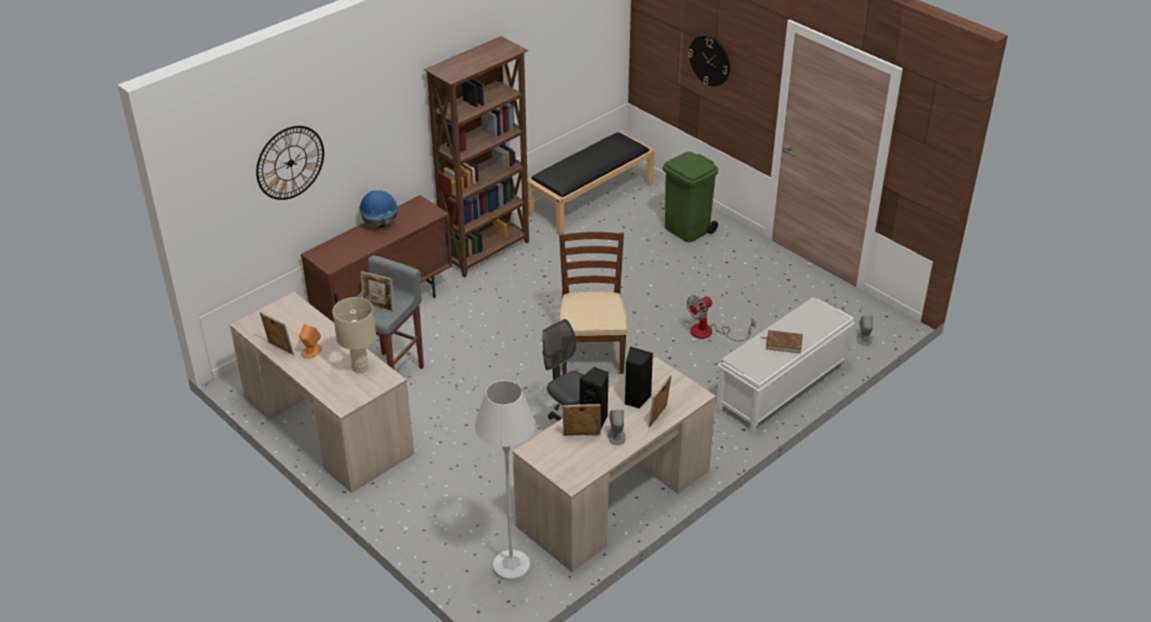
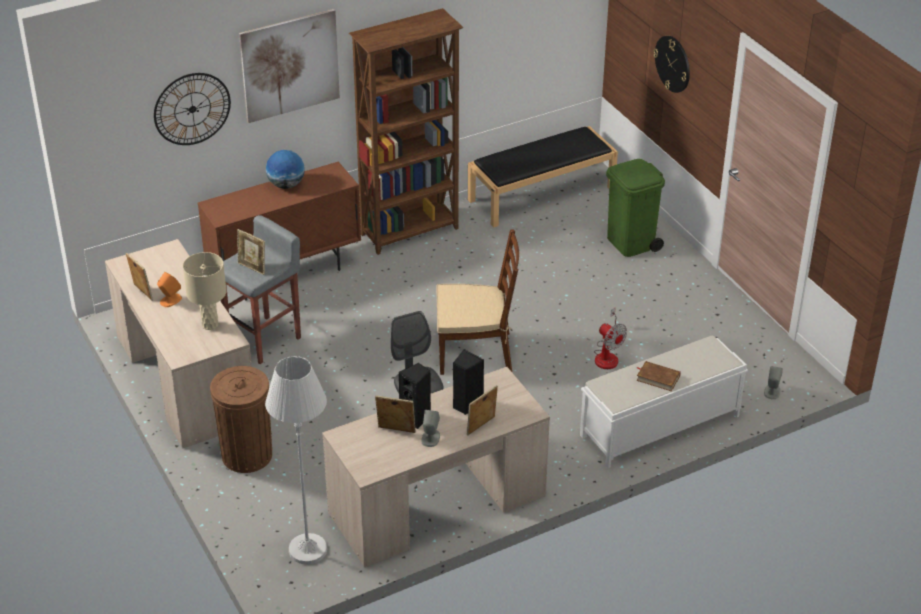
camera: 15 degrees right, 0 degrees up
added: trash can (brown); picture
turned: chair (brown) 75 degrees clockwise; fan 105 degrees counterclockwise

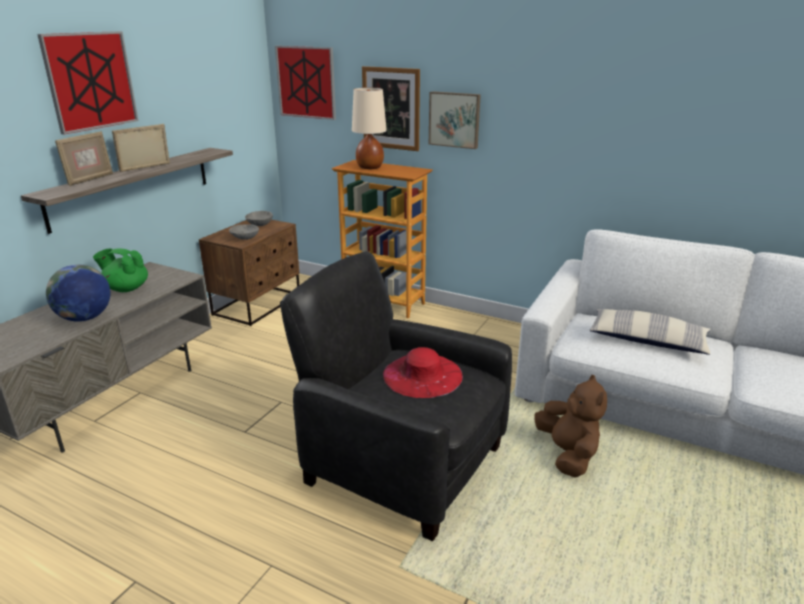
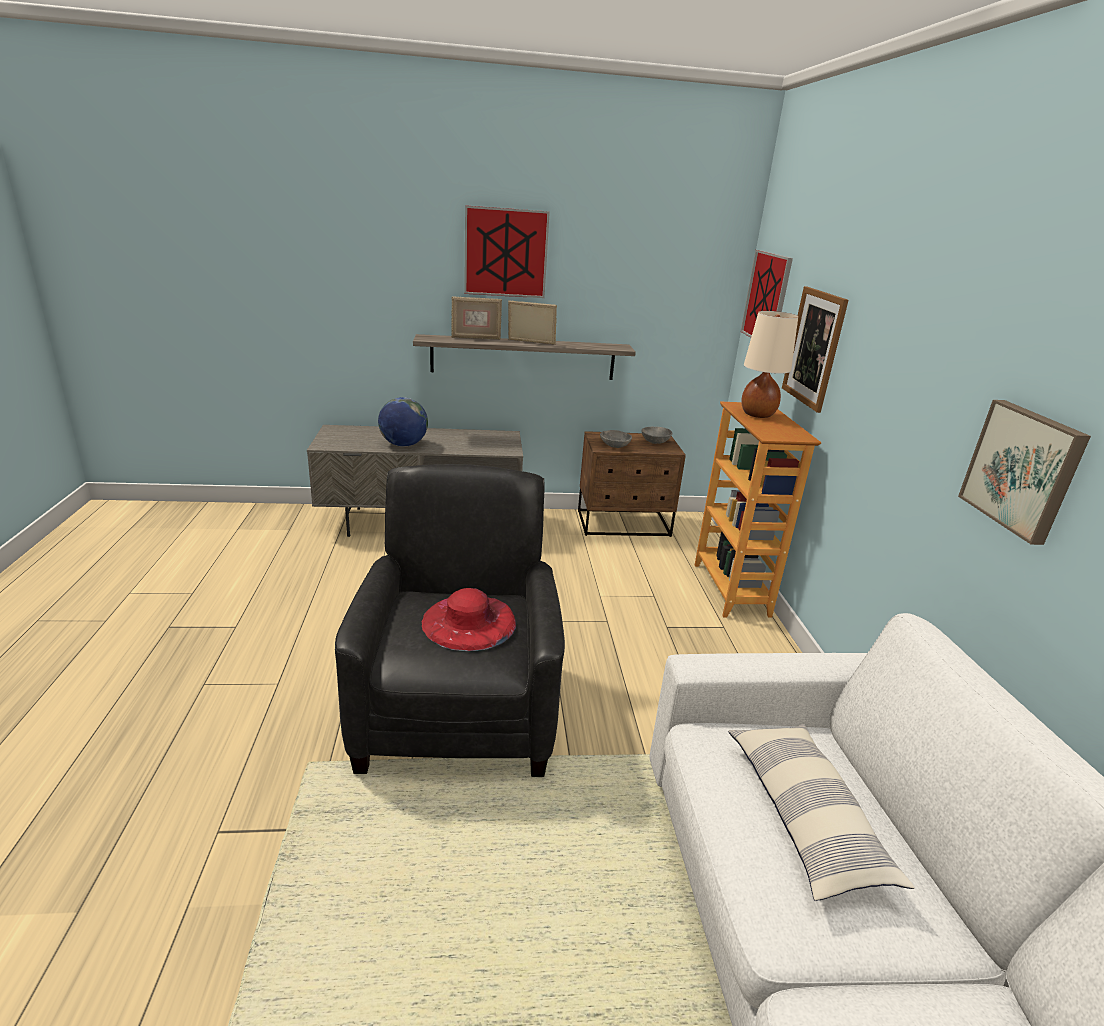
camera: 55 degrees right, 0 degrees up
removed: teapot (green); plush toy (brown)
moved: picture (4th from left)

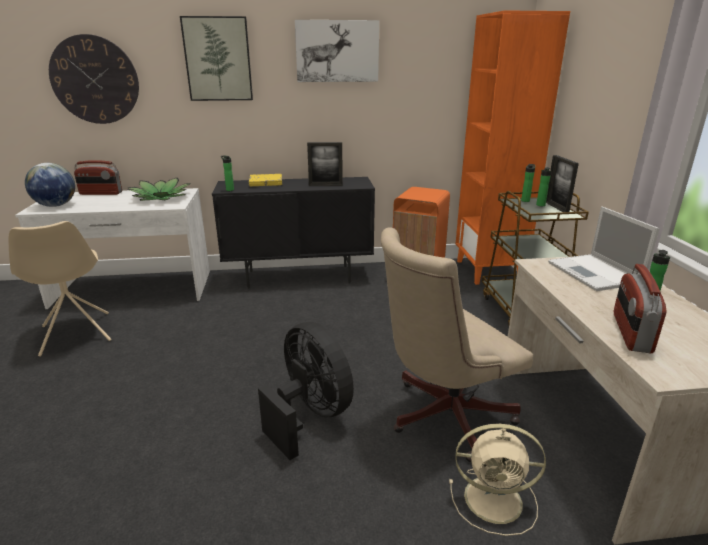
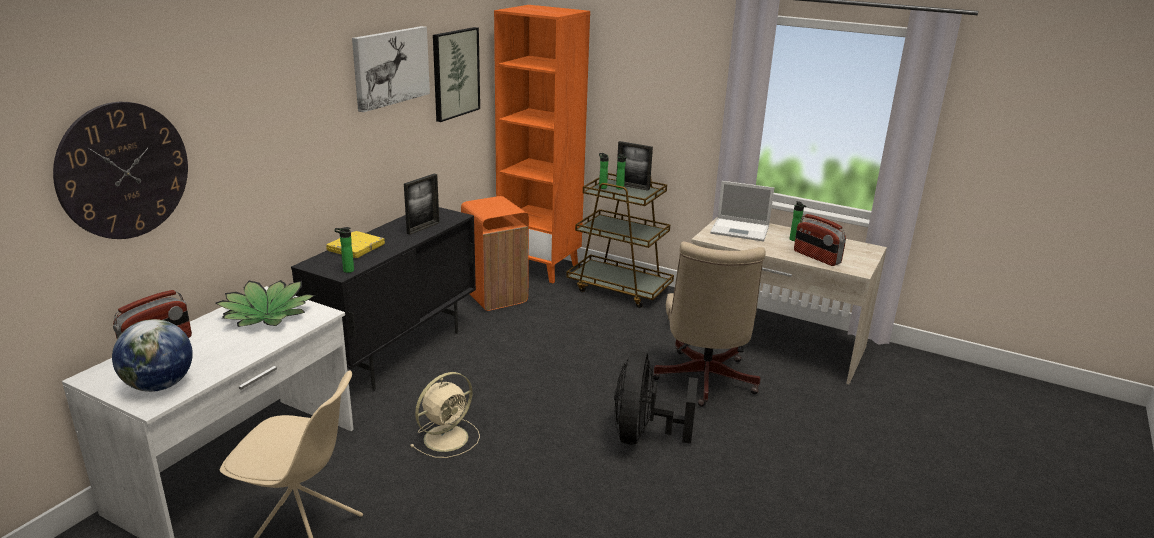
camera: 55 degrees left, 0 degrees up
moved: fan (beige); picture (1st from left in the first image) to picture (2nd from left)
turned: fan (black) 75 degrees counterclockwise

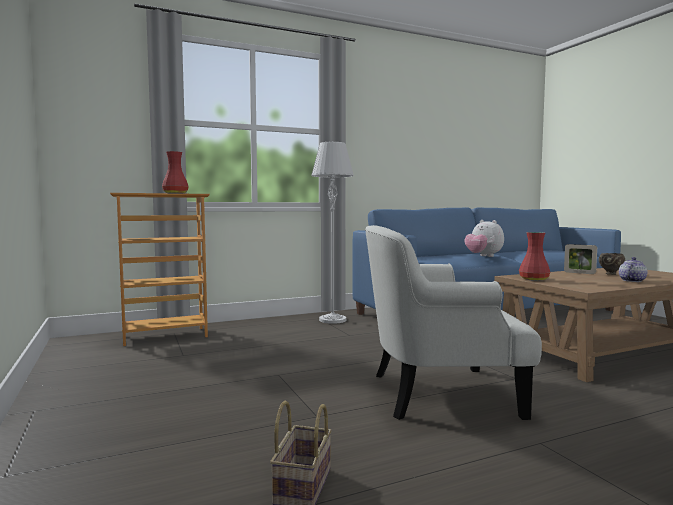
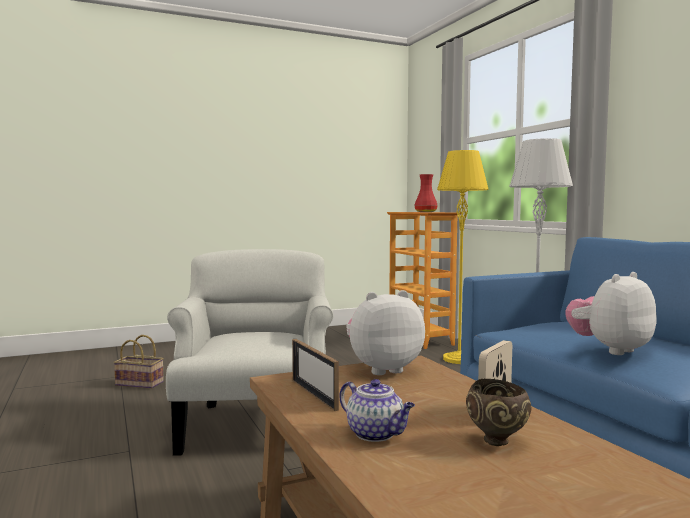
camera: 90 degrees right, 0 degrees up
added: picture frame (1st from left); floor lamp (yellow)
replaced: vase (red) (2nd from left) to plush toy (1st from left)

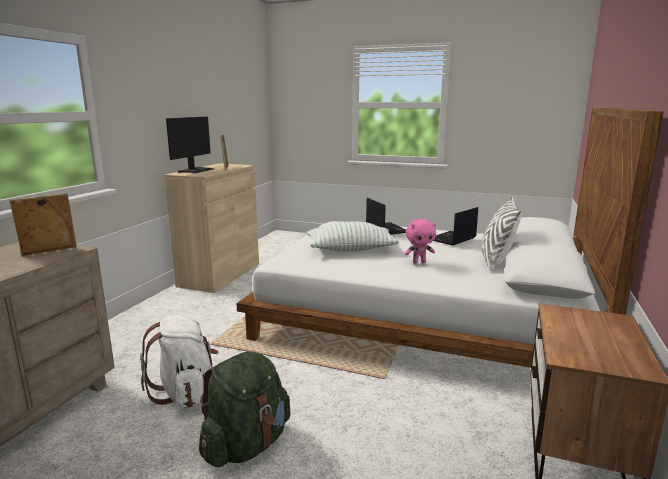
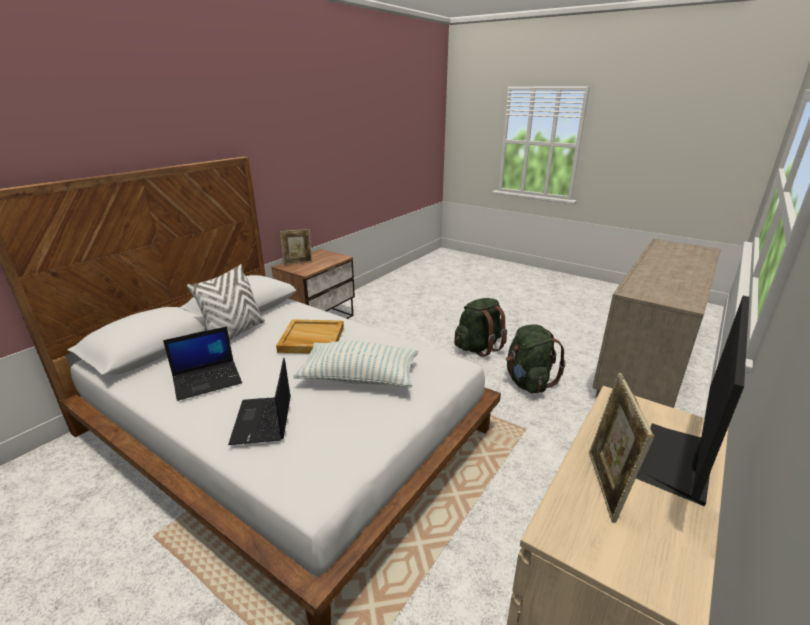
camera: 165 degrees left, 10 degrees up
moved: picture frame (1st from left)
replaced: plush toy (pink) to tray (beige)
recoloured: backpack (white) to backpack (green) (2nd from left)

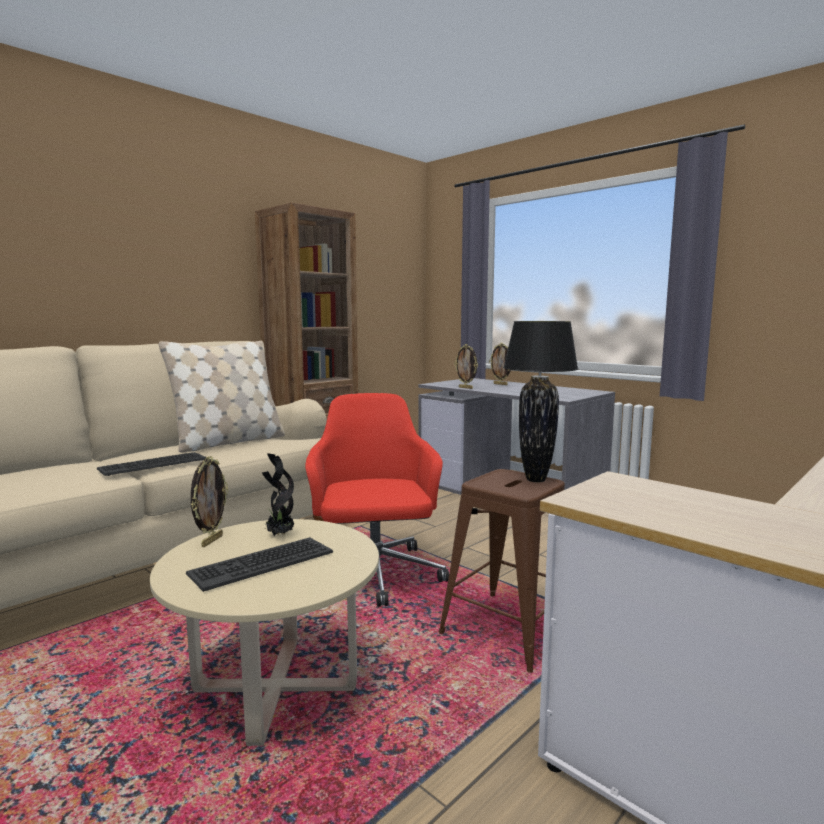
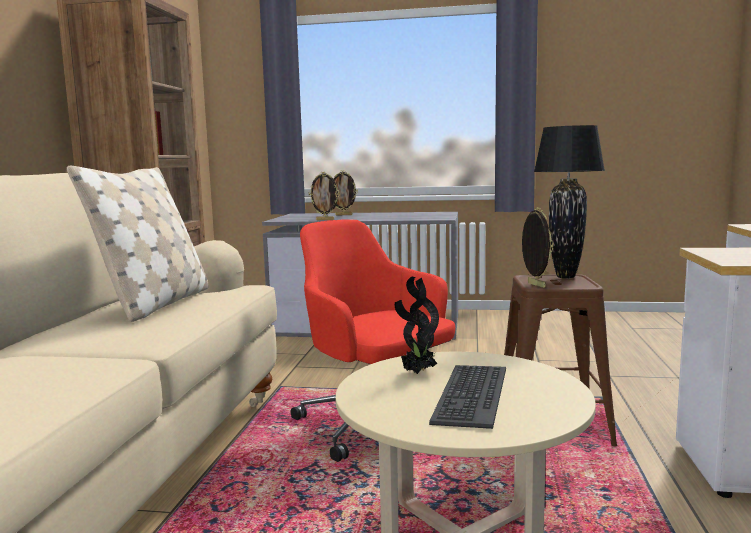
camera: 35 degrees left, 0 degrees up
removed: keyboard (1st from left)
moved: picture frame (1st from left in the first image) to picture frame (3rd from left)

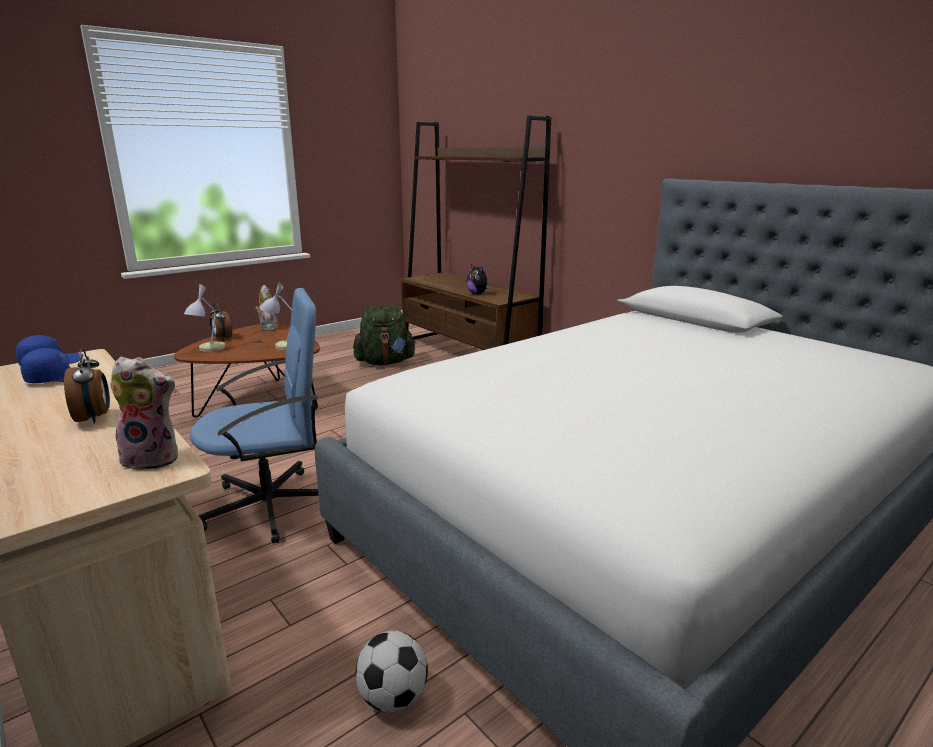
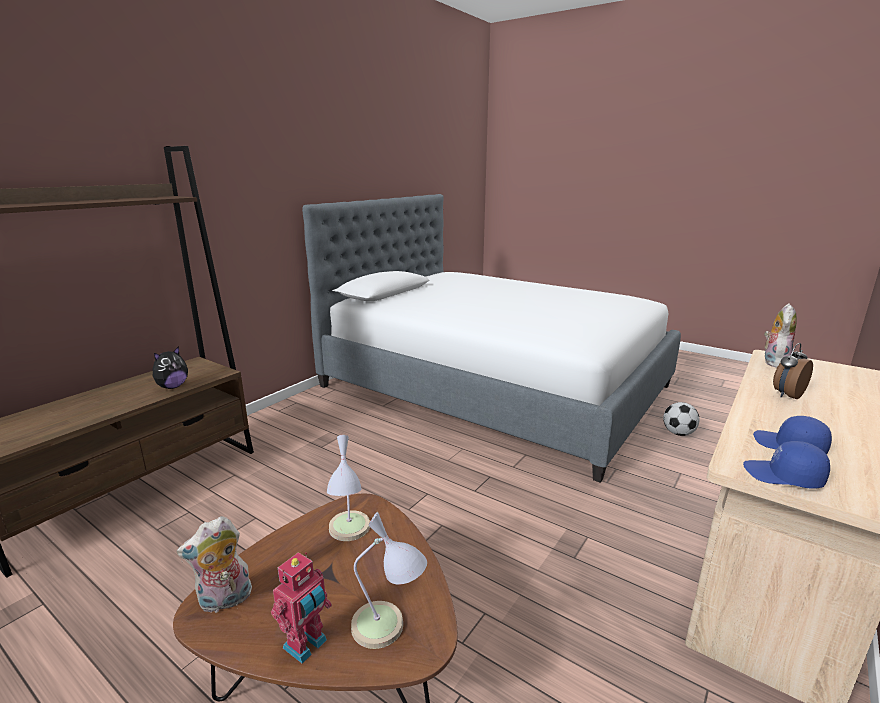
camera: 105 degrees left, 0 degrees up
removed: office chair (blue); backpack (green)
replaced: alarm clock (2nd from left) to toy robot
turned: plush toy (1st from left in the first image) 45 degrees clockwise

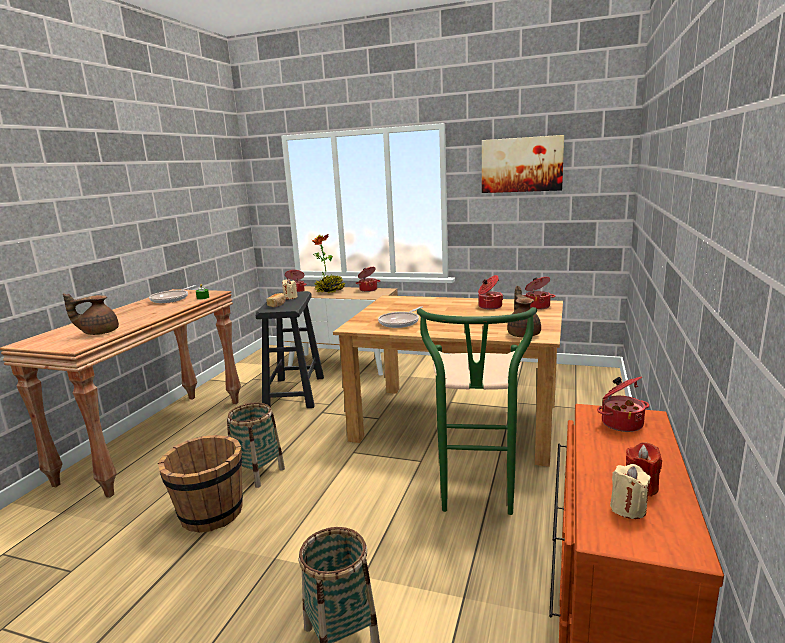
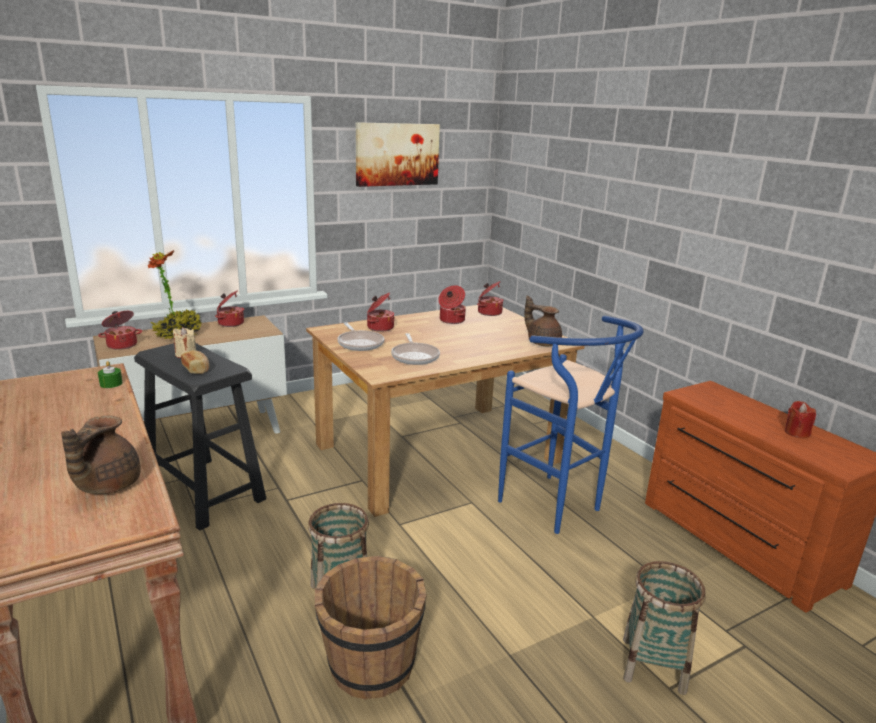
camera: 50 degrees left, 5 degrees up
removed: candle (beige) (2nd from left)
moved: frying pan (1st from left); cooking pot (5th from left in the first image) to cooking pot (3rd from left)
recoloured: stool (green) to stool (blue)

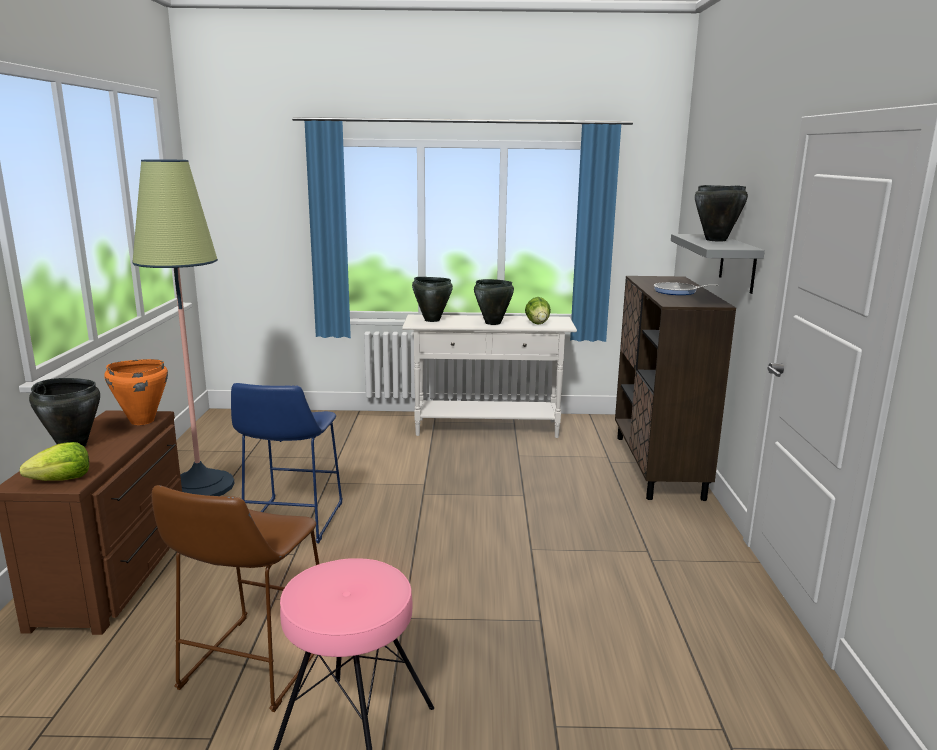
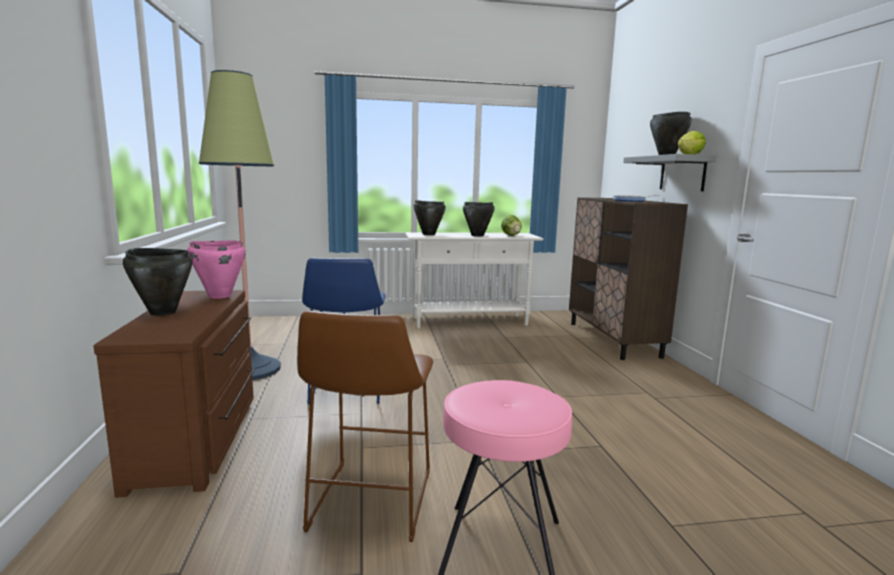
camera: 10 degrees left, 5 degrees down
moved: lettuce (1st from left in the first image) to lettuce (2nd from left)
recoloured: cooking pot (orange) to cooking pot (pink)

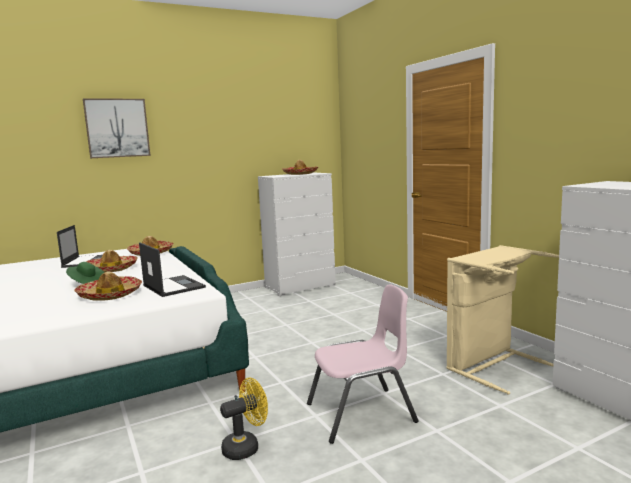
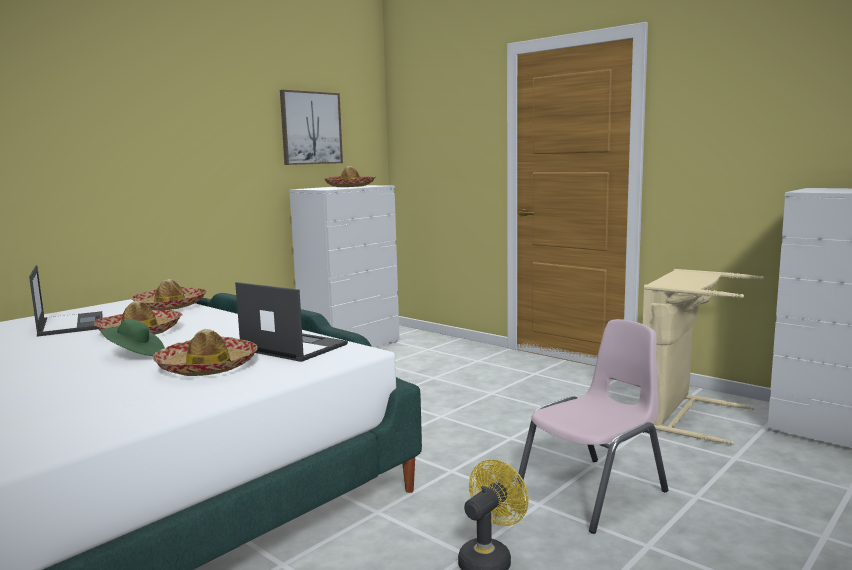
camera: 20 degrees left, 0 degrees up
moved: picture

